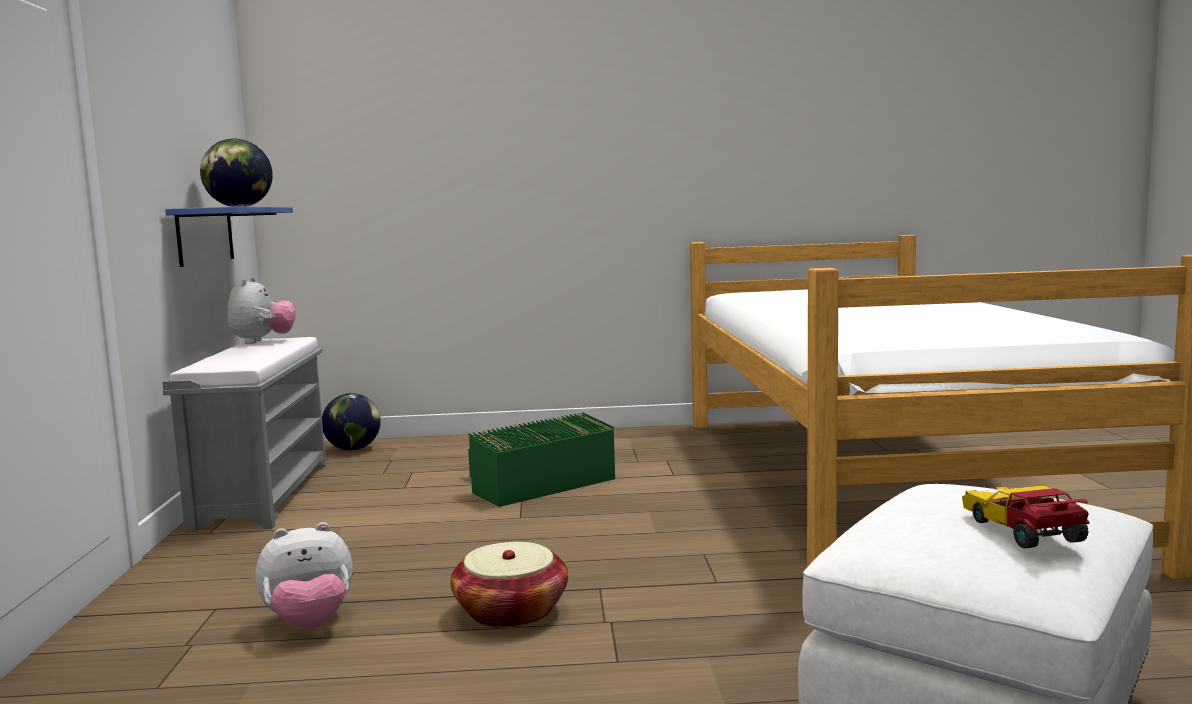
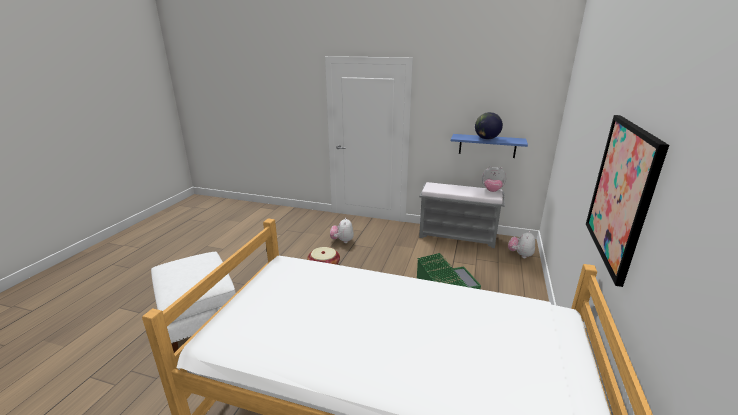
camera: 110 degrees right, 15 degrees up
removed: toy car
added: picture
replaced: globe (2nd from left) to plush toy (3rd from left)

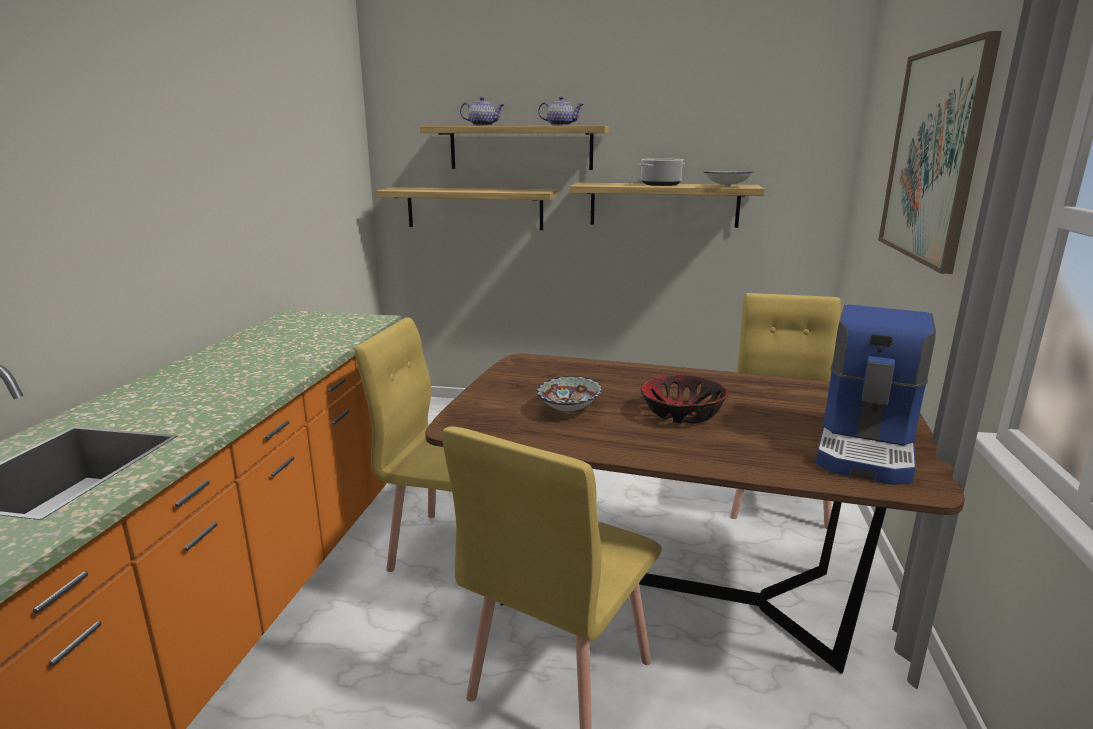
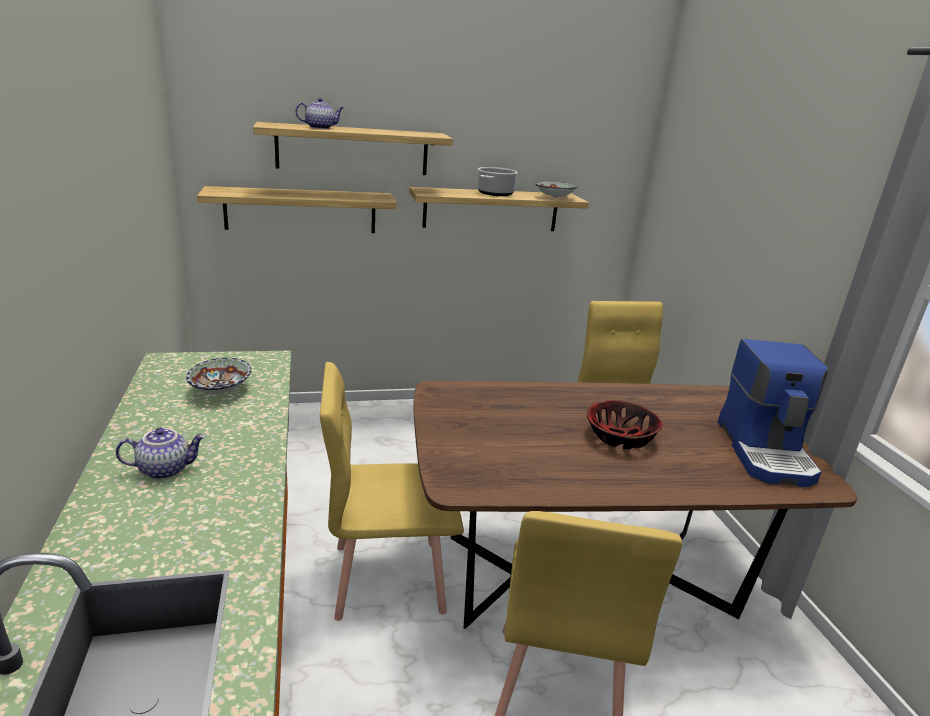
camera: 25 degrees left, 5 degrees up
removed: picture
moved: teapot (2nd from left in the first image) to teapot (1st from left); bowl (1st from left)

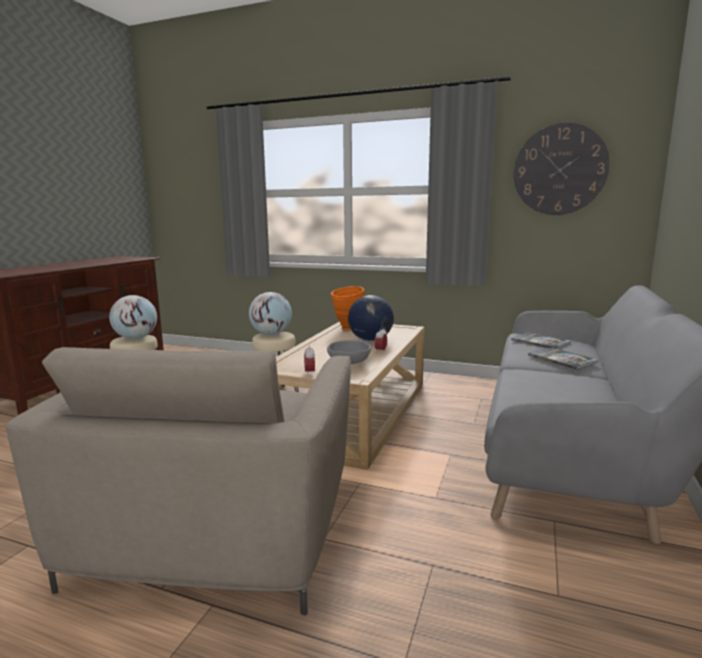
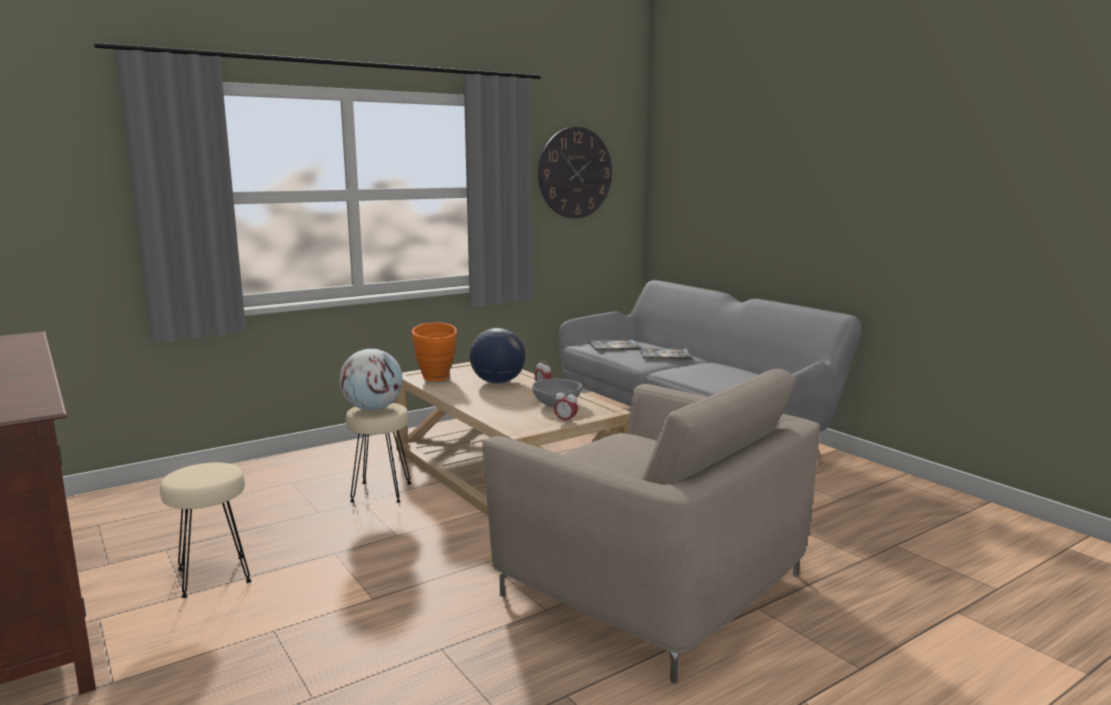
camera: 55 degrees left, 0 degrees up
removed: globe (1st from left)

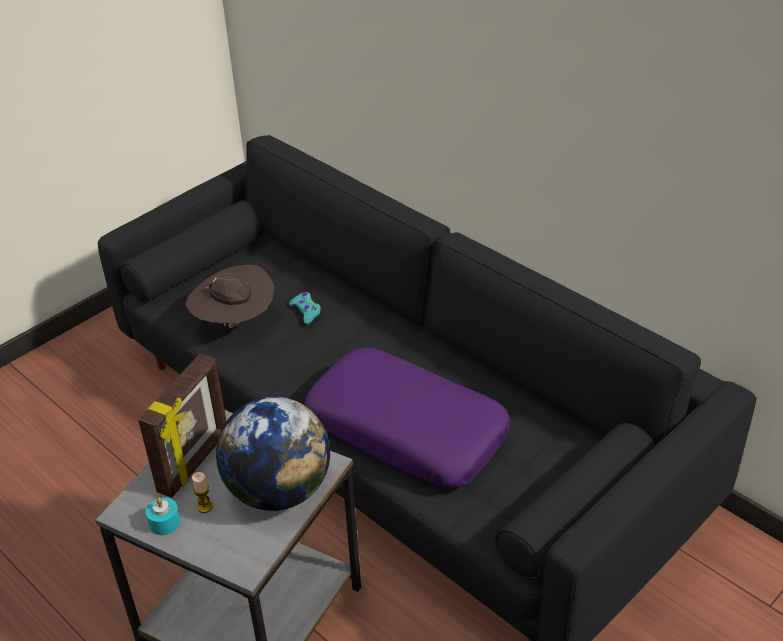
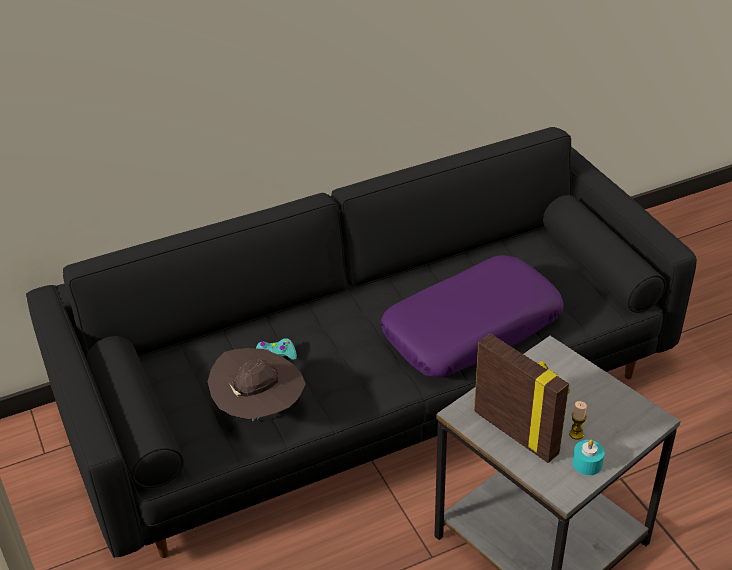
camera: 70 degrees left, 0 degrees up
removed: globe

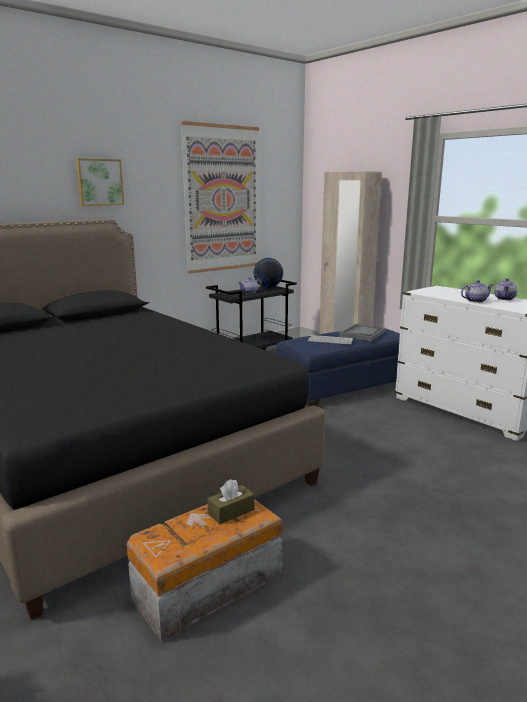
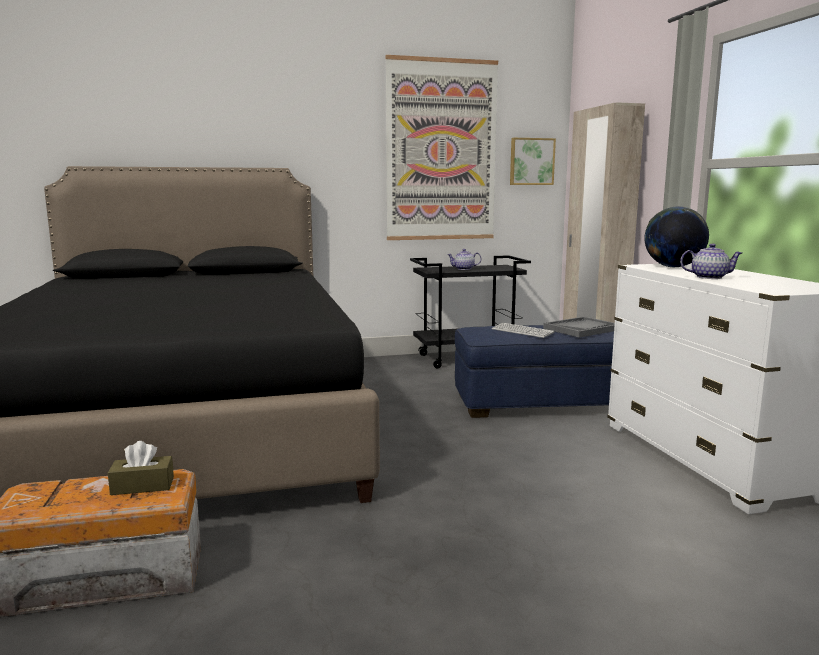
camera: 25 degrees right, 5 degrees down
removed: teapot (3rd from left)
moved: picture (1st from left in the first image) to picture (2nd from left); globe

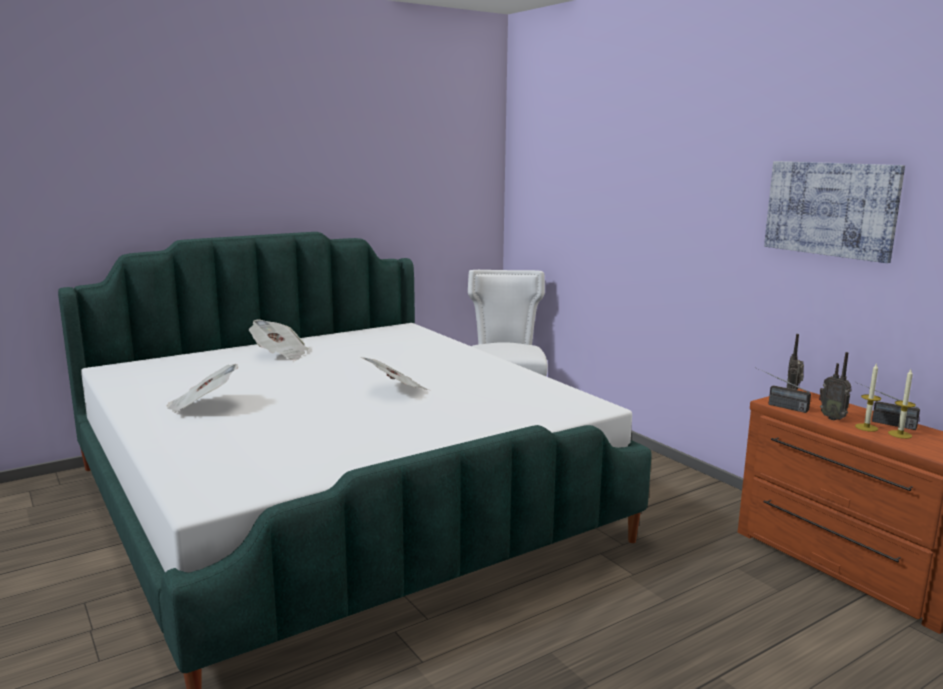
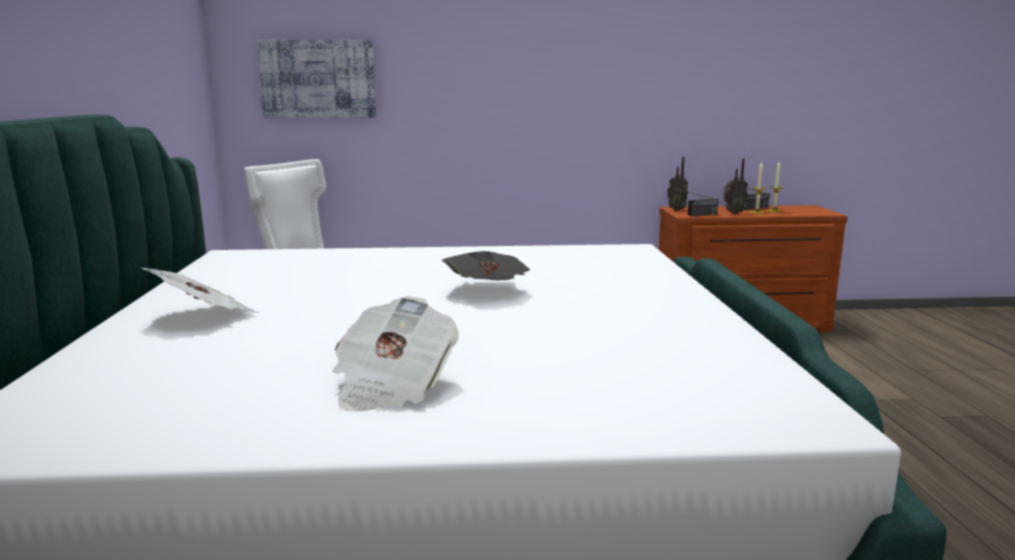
camera: 60 degrees left, 0 degrees up
moved: picture

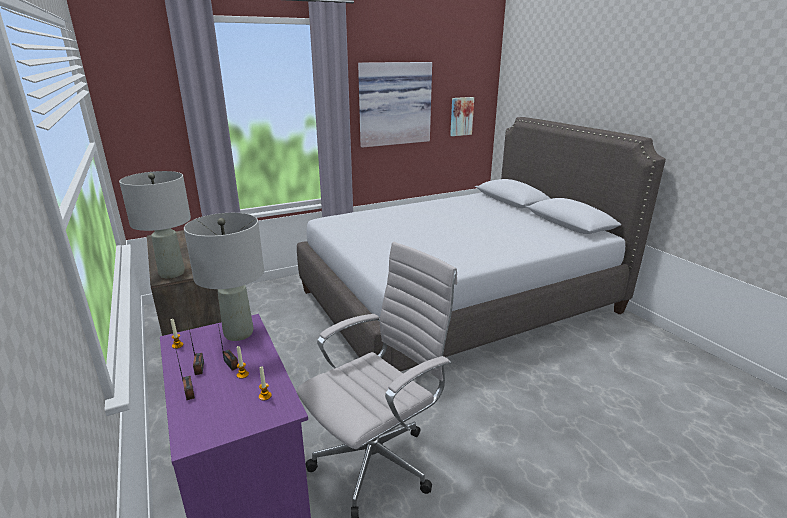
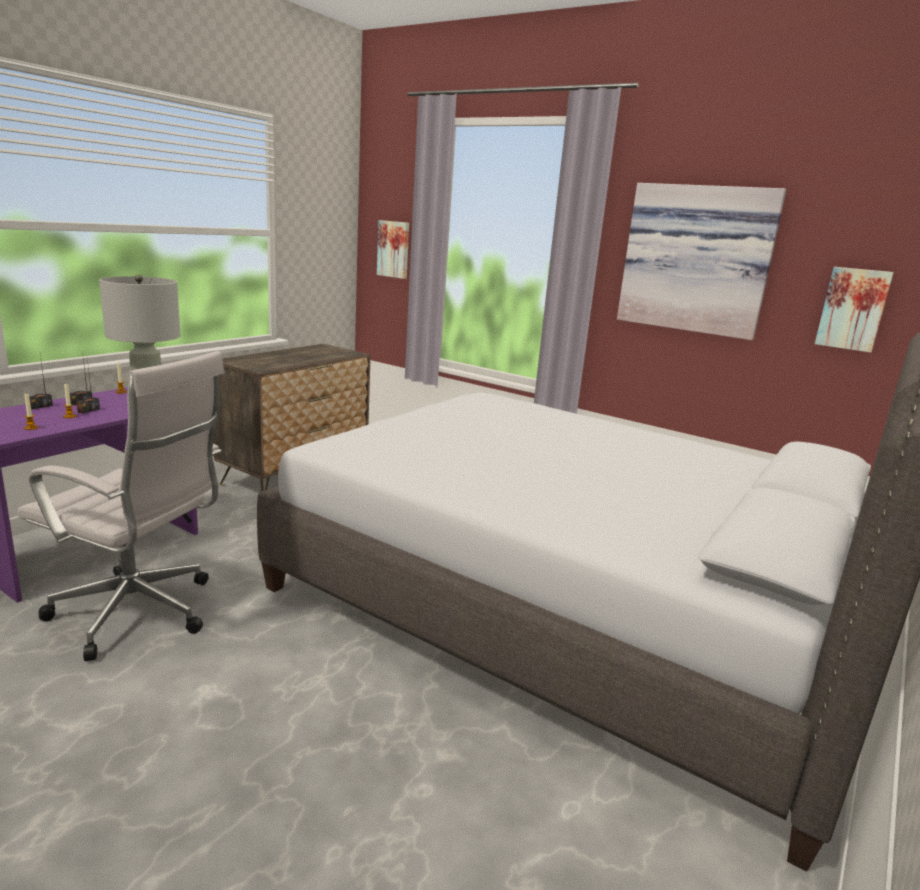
camera: 60 degrees right, 5 degrees down
removed: table lamp (grey) (1st from left)
added: picture (1st from left)

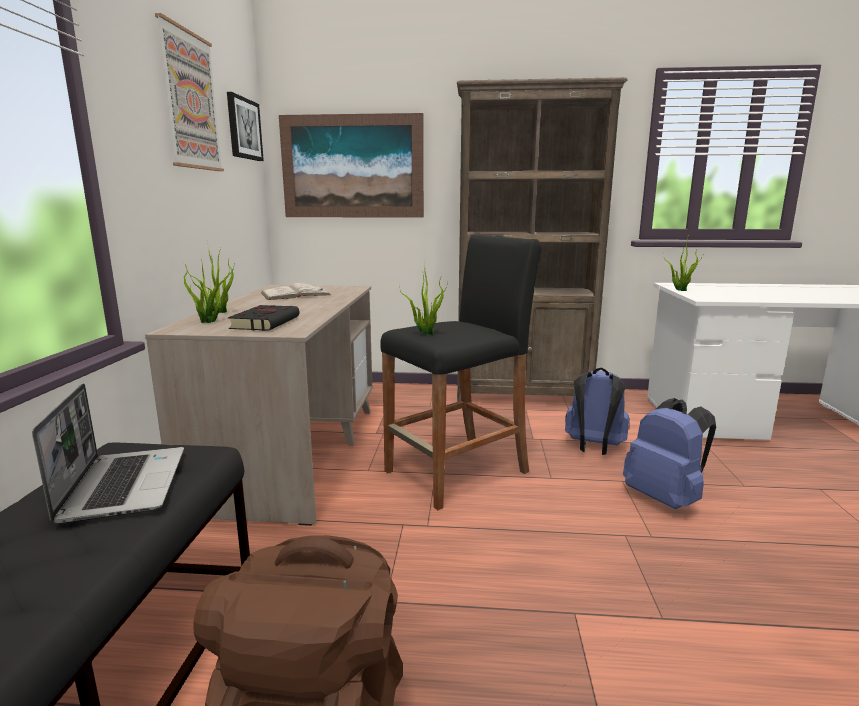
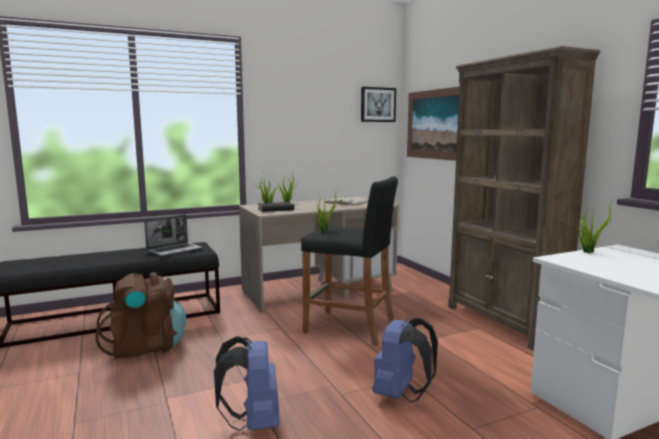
camera: 60 degrees right, 5 degrees down
removed: picture (1st from left)
moved: backpack (blue) (1st from left)

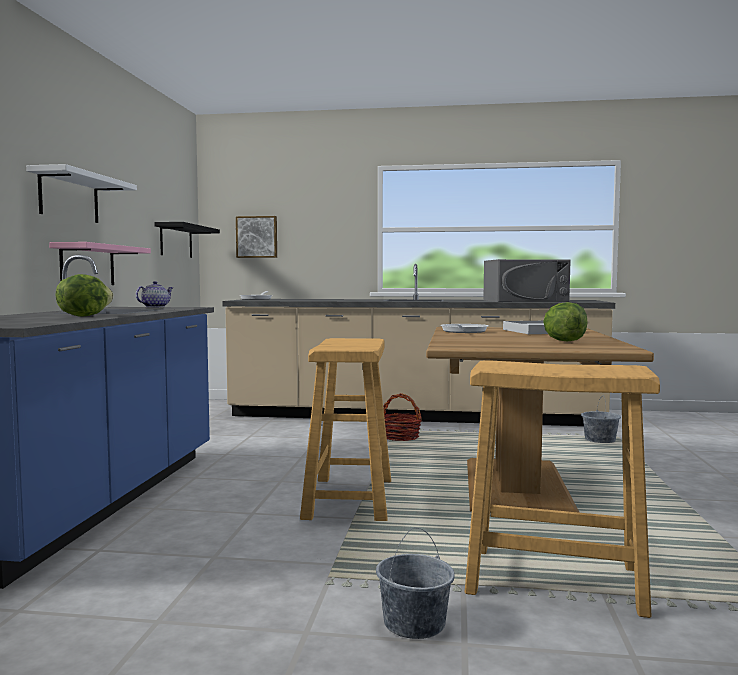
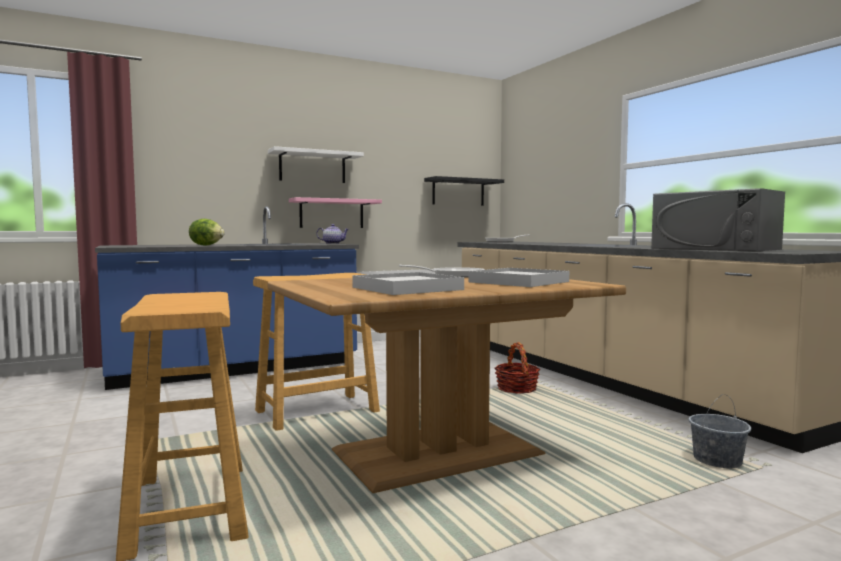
camera: 55 degrees right, 0 degrees up
removed: picture; bucket (grey) (1st from left)
replaced: lettuce (2nd from left) to tray (white) (1st from left)

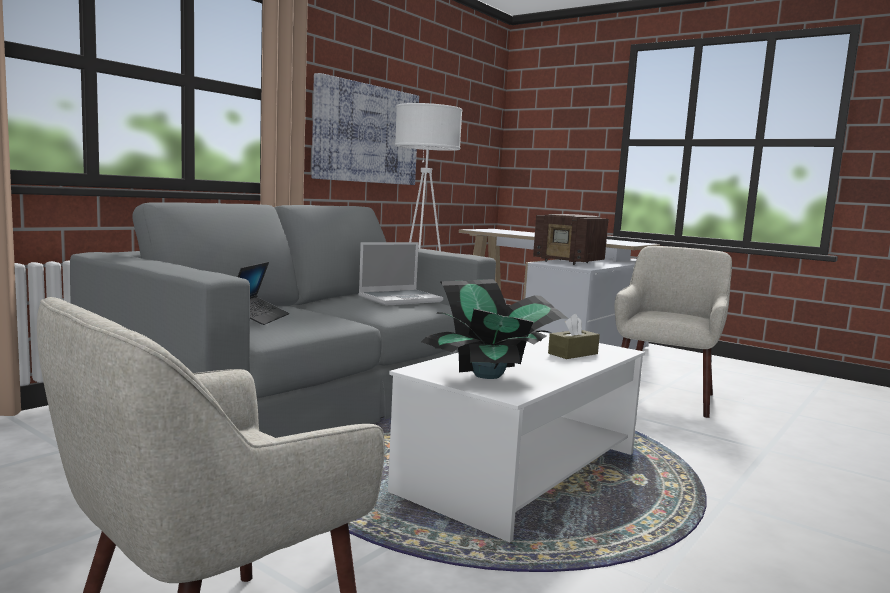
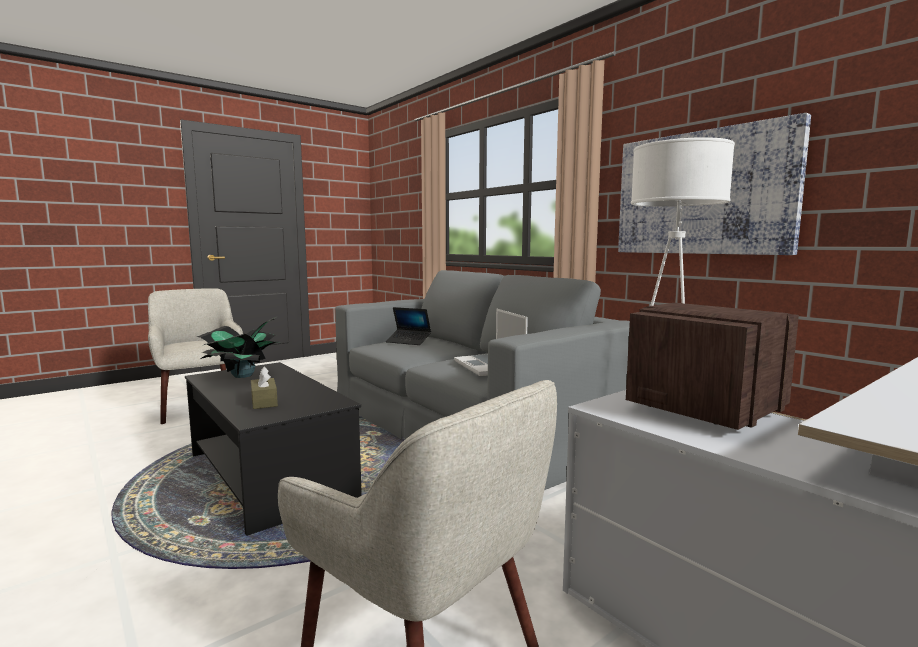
camera: 105 degrees right, 0 degrees up
recoloured: coffee table (white) to coffee table (black)

